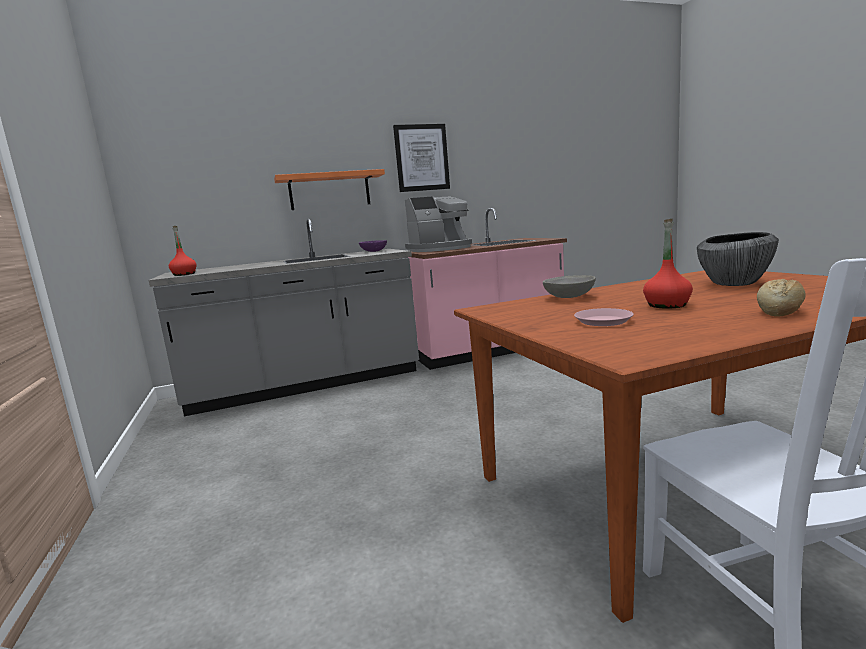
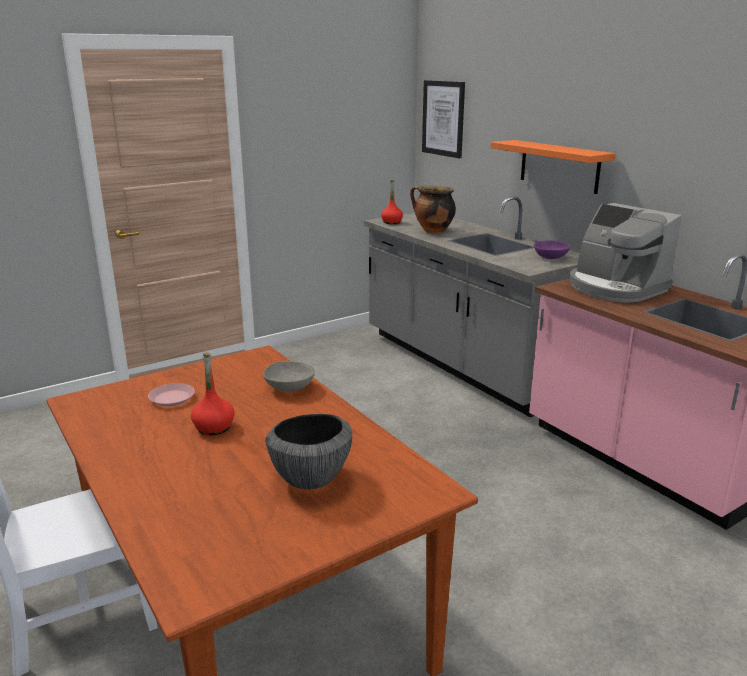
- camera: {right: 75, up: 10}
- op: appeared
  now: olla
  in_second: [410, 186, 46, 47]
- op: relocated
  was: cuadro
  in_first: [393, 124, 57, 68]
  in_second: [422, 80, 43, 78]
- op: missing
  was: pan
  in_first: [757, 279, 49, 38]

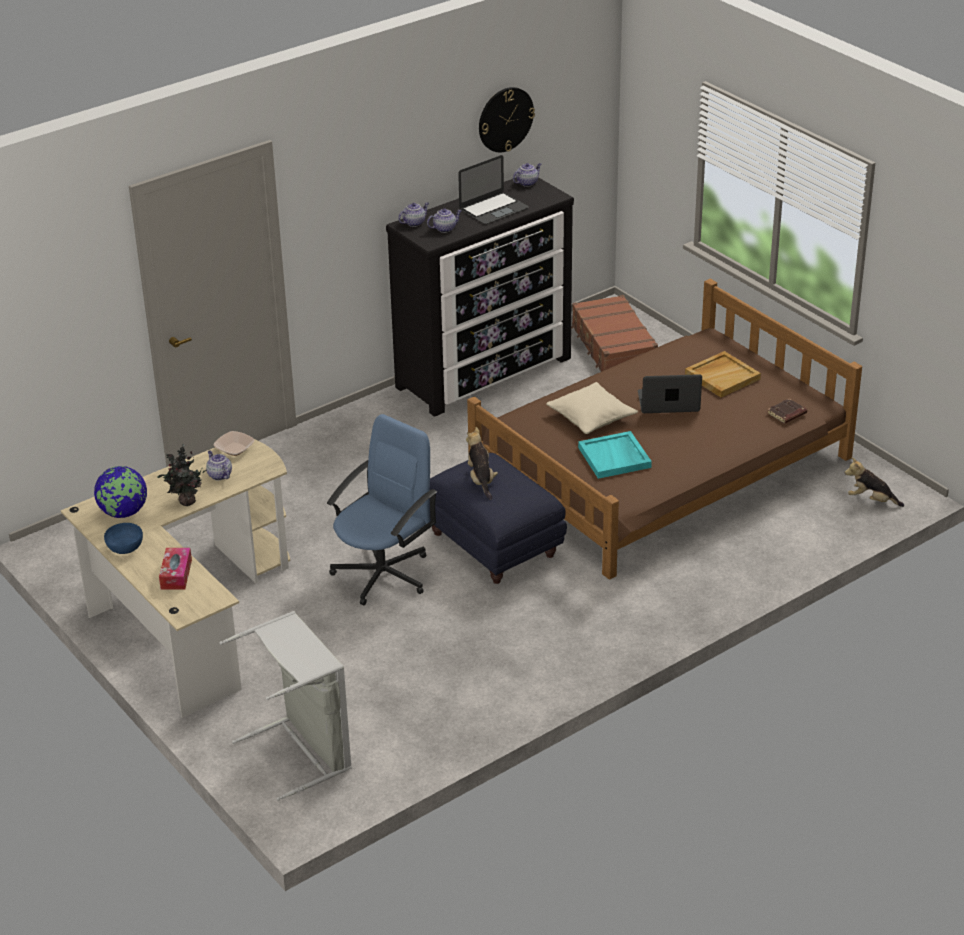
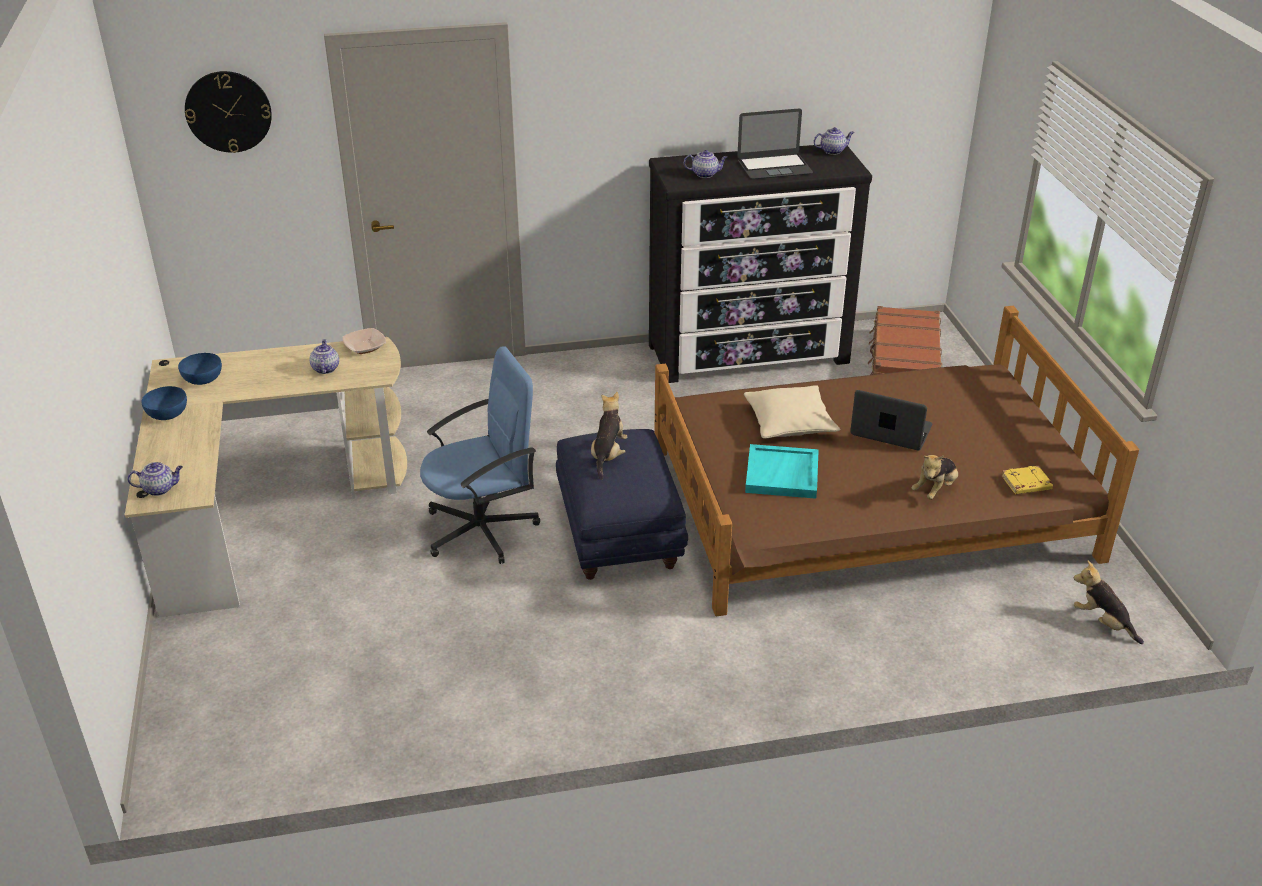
- camera: {right: 25, up: 0}
- op: relocated
  was: tetera
  in_first: [398, 202, 31, 25]
  in_second: [127, 462, 56, 34]
- op: exchanged
  was: globo terráqueo
  now: cuenco [azul]
  in_first: [94, 466, 53, 52]
  in_second: [178, 353, 44, 32]
- op: relocated
  was: reloj de pared
  in_first: [479, 87, 56, 65]
  in_second: [185, 71, 87, 82]
- op: appeared
  now: peluche
  in_second: [912, 455, 46, 45]
- op: colour
  was: libro [marrón]
  now: libro [amarillo]
  in_first: [767, 399, 40, 25]
  in_second: [1001, 466, 52, 28]
- op: missing
  was: planta en maceta
  in_first: [157, 444, 49, 62]
- op: missing
  was: caja de pañuelos
  in_first: [159, 548, 33, 41]
- op: missing
  was: cesto de la ropa [gris]
  in_first: [220, 611, 132, 190]
- op: missing
  was: bandeja [beis]
  in_first: [685, 351, 76, 46]

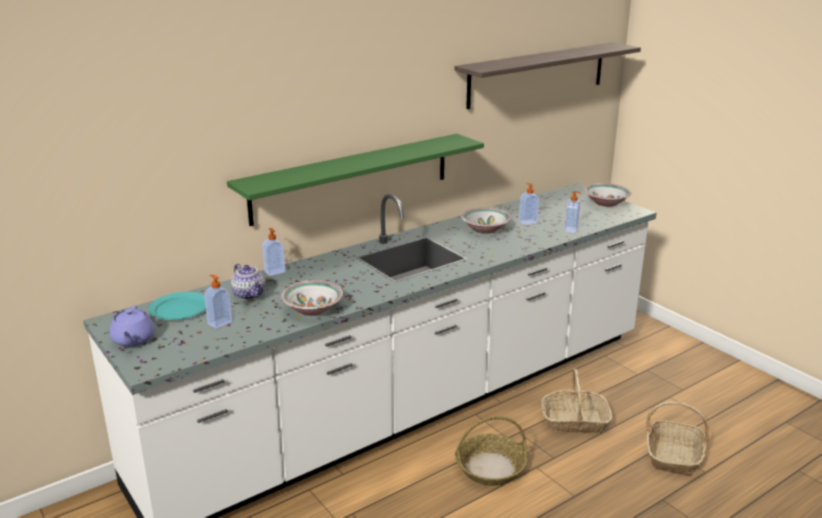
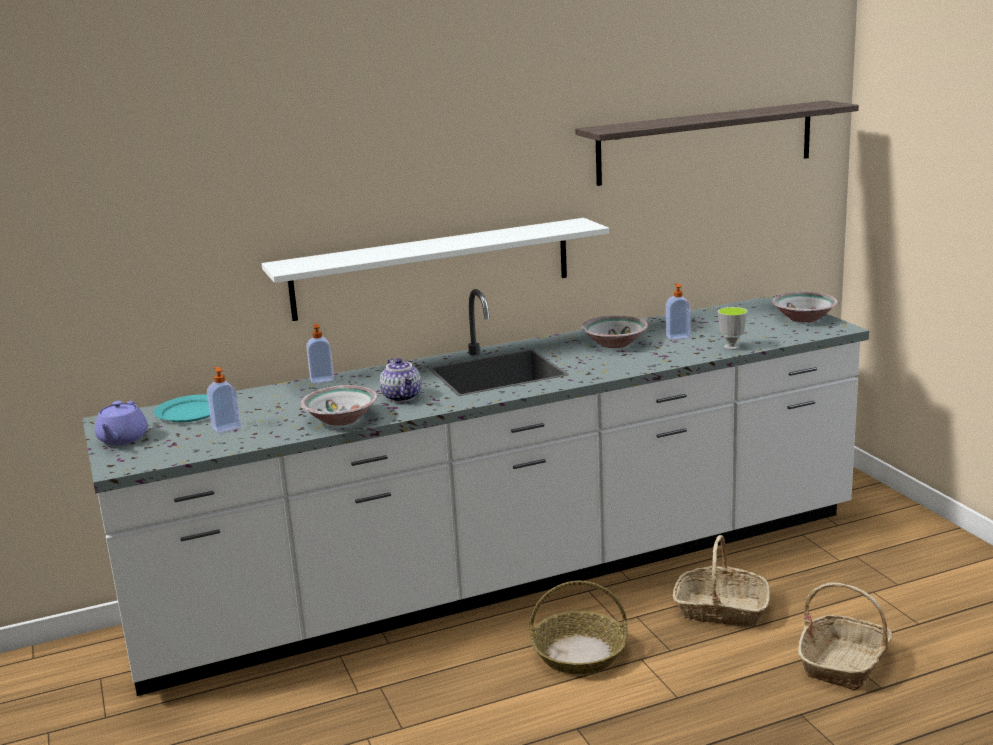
- camera: {right: 15, up: -5}
- op: colour
  was: estante [verde]
  now: estante [blanco]
  in_first: [227, 134, 257, 92]
  in_second: [262, 218, 347, 103]
- op: relocated
  was: tetera
  in_first: [231, 263, 34, 37]
  in_second: [379, 358, 42, 44]
- op: exchanged
  was: dispensador de jabón
  now: taza
  in_first: [565, 191, 17, 42]
  in_second: [718, 307, 29, 43]

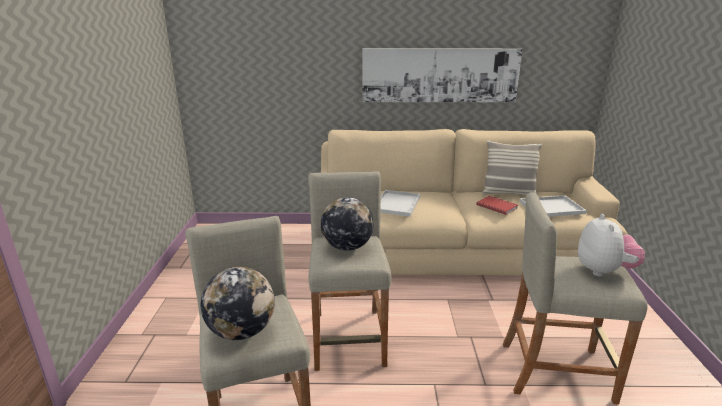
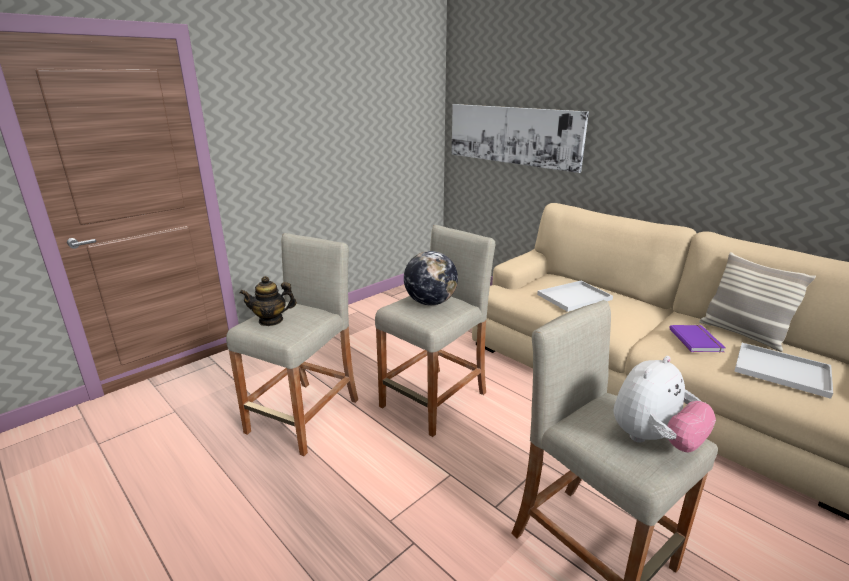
- camera: {right: 45, up: 0}
- op: exchanged
  was: globo terráqueo
  now: tetera
  in_first: [201, 267, 74, 73]
  in_second: [239, 276, 58, 50]
- op: relocated
  was: cuadro
  in_first: [362, 48, 161, 54]
  in_second: [452, 104, 137, 69]
- op: colour
  was: libro [rojo]
  now: libro [morado]
  in_first: [477, 196, 41, 19]
  in_second: [669, 325, 57, 27]

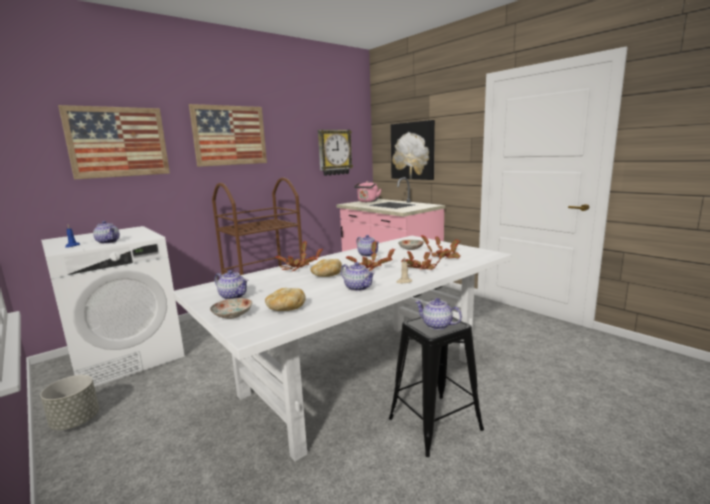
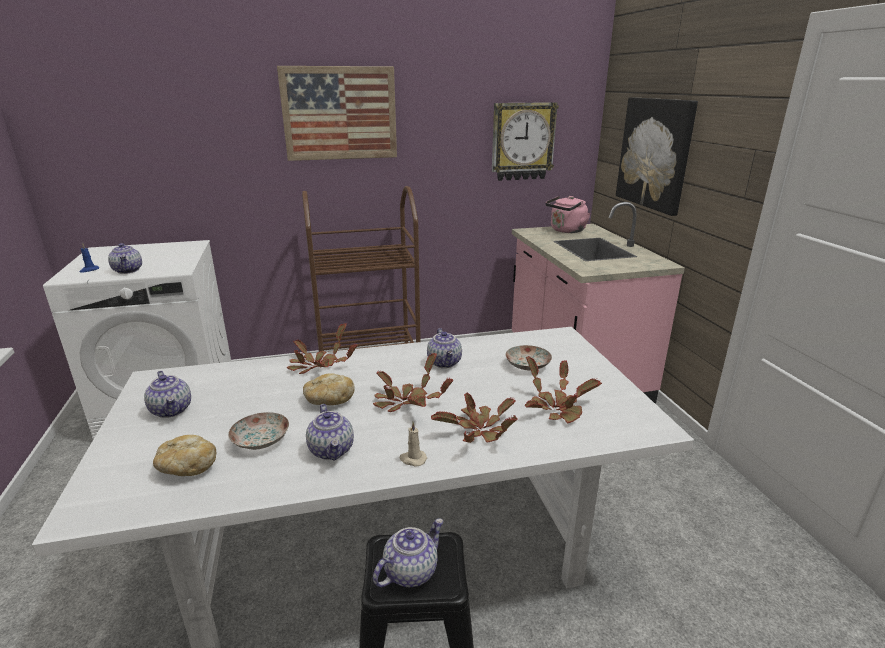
- camera: {right: 25, up: 10}
- op: relocated
  was: plato
  in_first: [210, 298, 43, 21]
  in_second: [228, 412, 61, 38]
- op: spun
  was: tetera
  in_first: [415, 298, 47, 32]
  in_second: [373, 518, 71, 69]
  clockwise: 75
- op: missing
  was: maceta [gris]
  in_first: [40, 375, 59, 55]
- op: missing
  was: cuadro
  in_first: [58, 105, 112, 74]

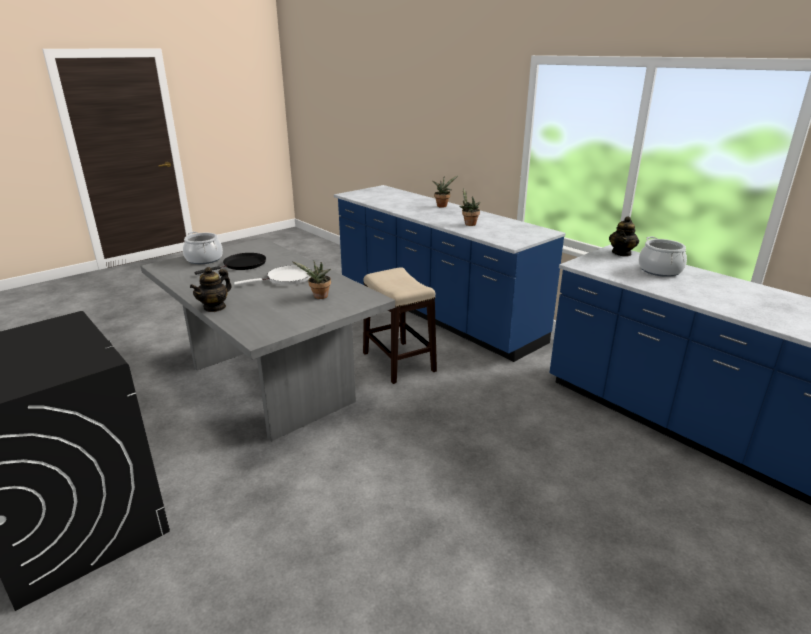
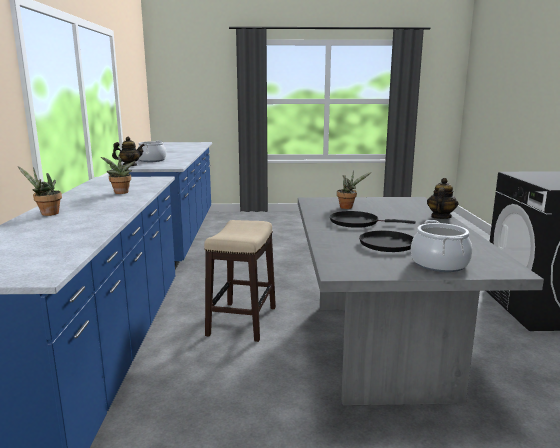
- camera: {right: -140, up: -10}
- op: colour
  was: sartén [blanco]
  now: sartén [negro]
  in_first: [234, 265, 78, 20]
  in_second: [330, 211, 85, 17]
- op: spun
  was: tetera
  in_first: [190, 267, 42, 45]
  in_second: [427, 178, 31, 41]
  clockwise: -45

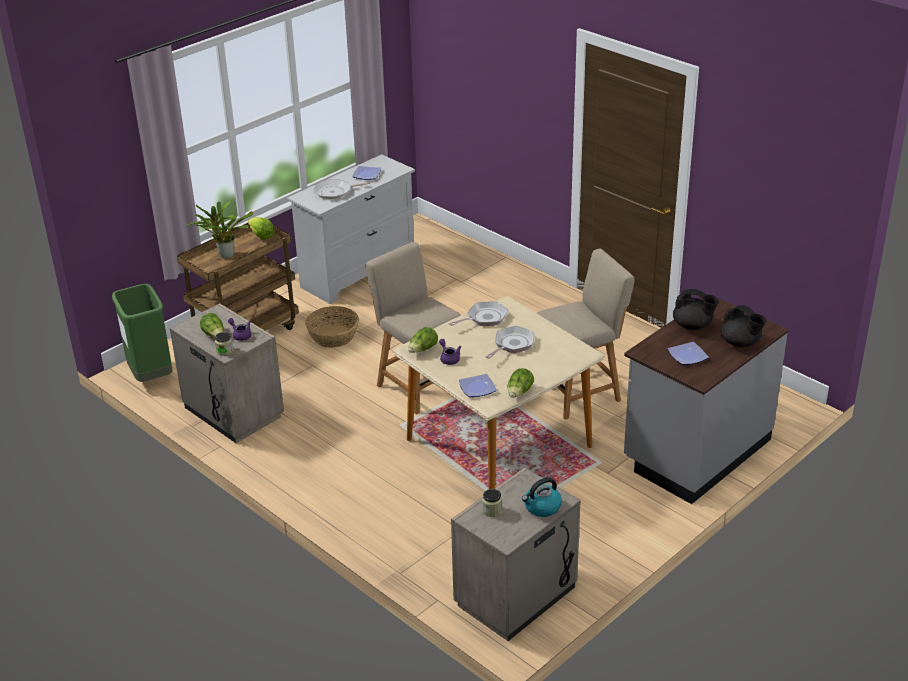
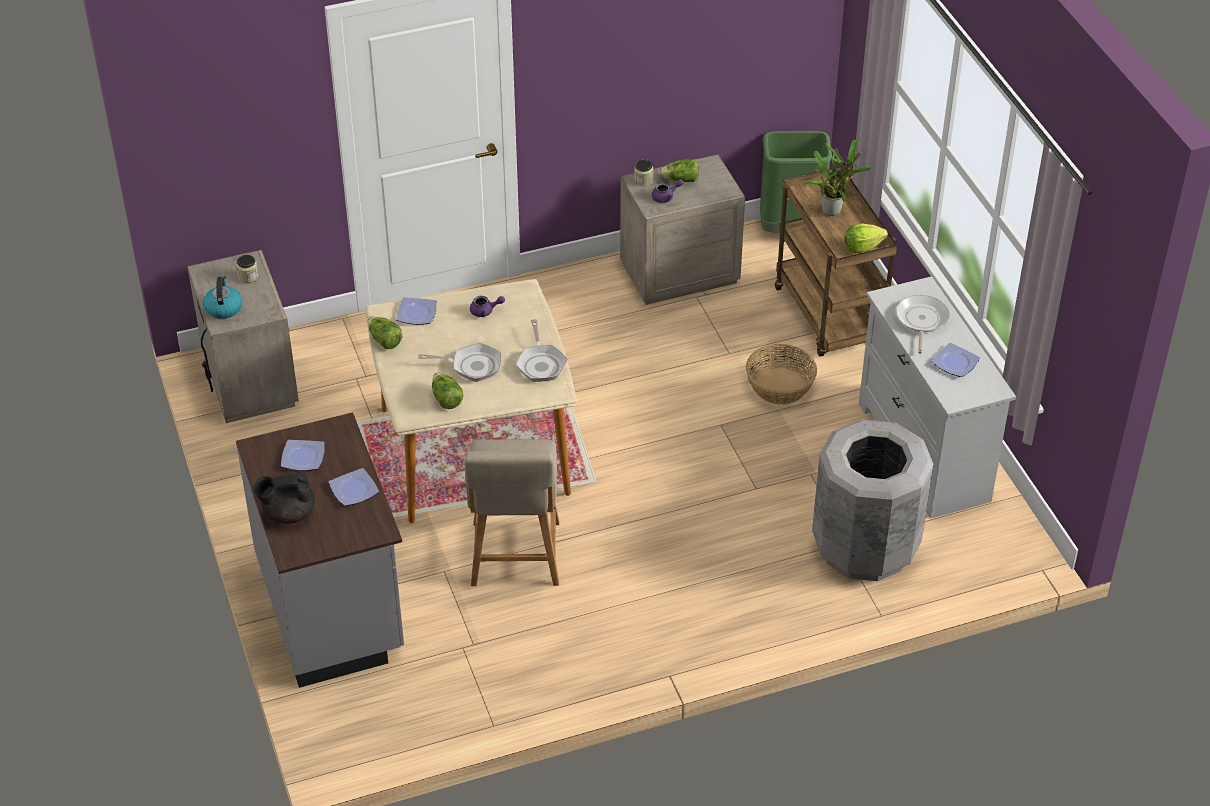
- camera: {right: 115, up: 10}
- op: exchanged
  was: tetera [negro]
  now: plato
  in_first: [673, 289, 46, 41]
  in_second: [329, 468, 50, 38]
- op: spun
  was: sartén
  in_first: [486, 326, 48, 33]
  in_second: [418, 343, 83, 39]
  clockwise: -60
- op: relocated
  was: lechuga
  in_first: [408, 327, 30, 26]
  in_second: [432, 373, 31, 36]
- op: appeared
  now: papelera [gris]
  in_second: [812, 419, 121, 162]
- op: missing
  was: silla [beis]
  in_first: [365, 242, 96, 172]

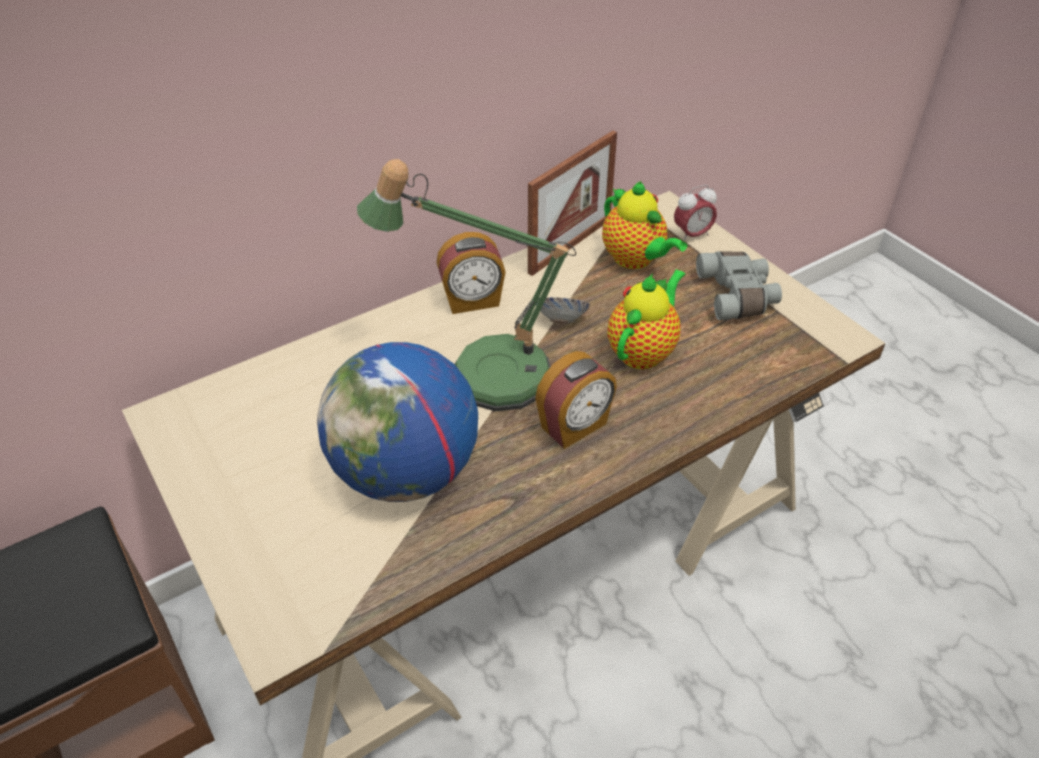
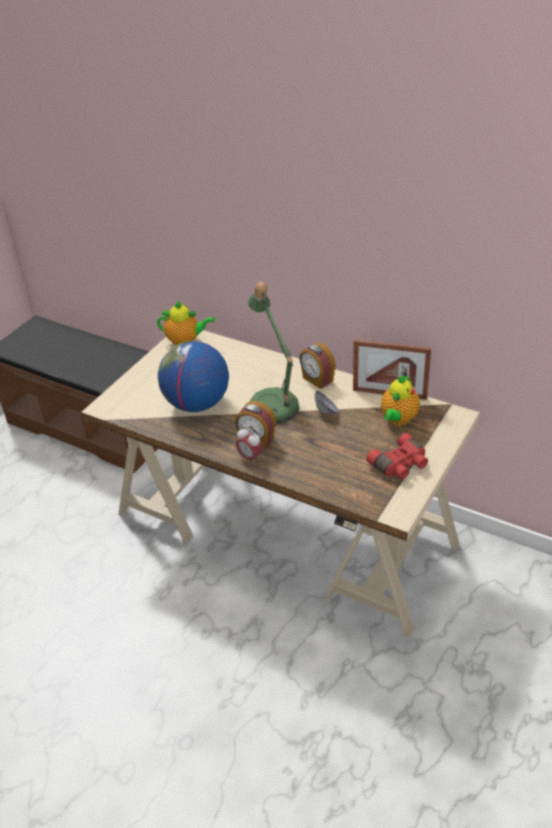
- camera: {right: 65, up: -5}
- op: relocated
  was: tetera
  in_first: [607, 269, 78, 100]
  in_second: [157, 301, 58, 44]
- op: relocated
  was: despertador
  in_first: [674, 185, 43, 57]
  in_second: [236, 428, 27, 36]
- op: colour
  was: prismáticos [gris]
  now: prismáticos [rojo]
  in_first: [696, 252, 86, 68]
  in_second: [366, 433, 62, 46]

